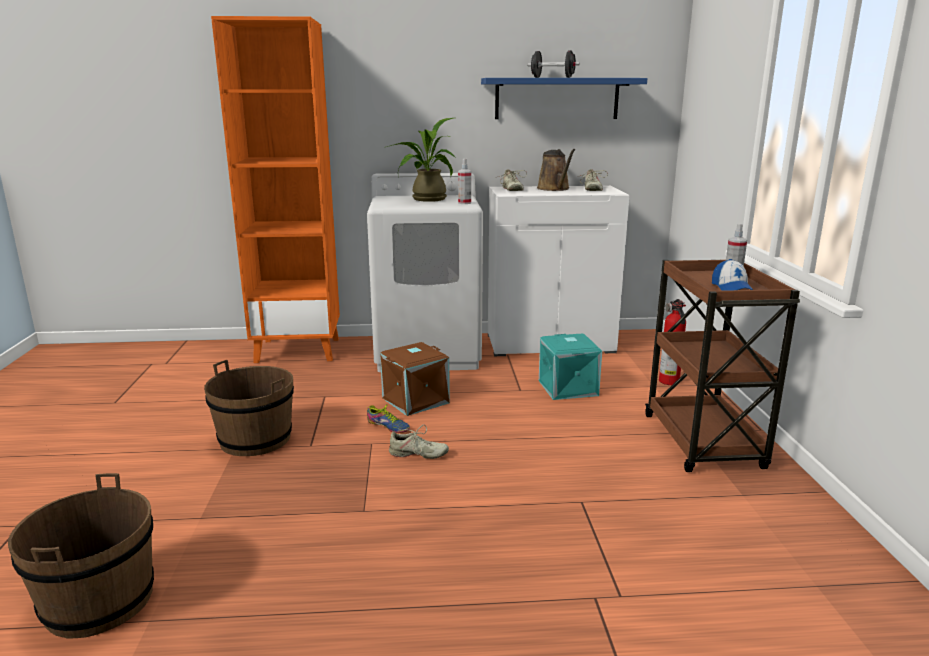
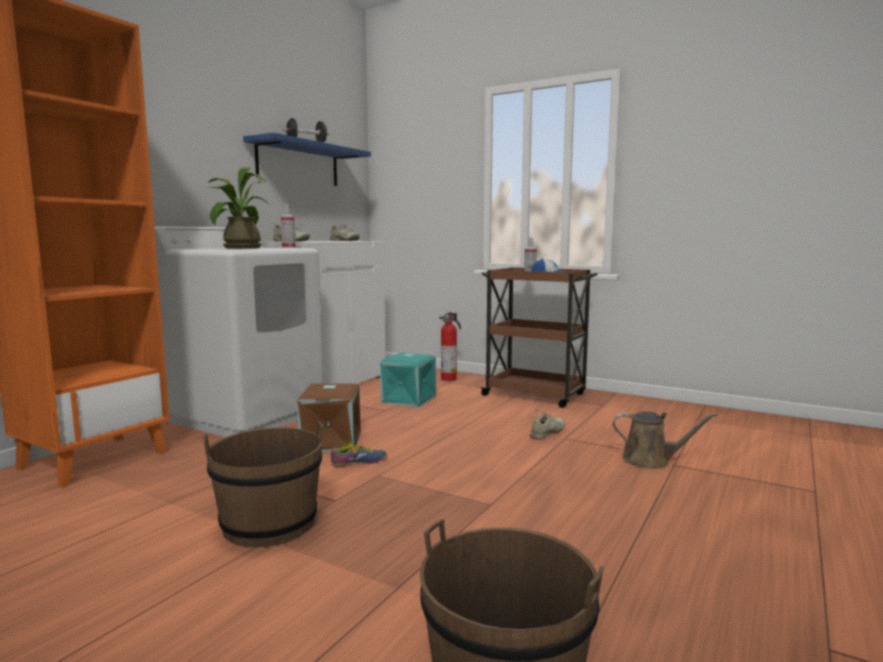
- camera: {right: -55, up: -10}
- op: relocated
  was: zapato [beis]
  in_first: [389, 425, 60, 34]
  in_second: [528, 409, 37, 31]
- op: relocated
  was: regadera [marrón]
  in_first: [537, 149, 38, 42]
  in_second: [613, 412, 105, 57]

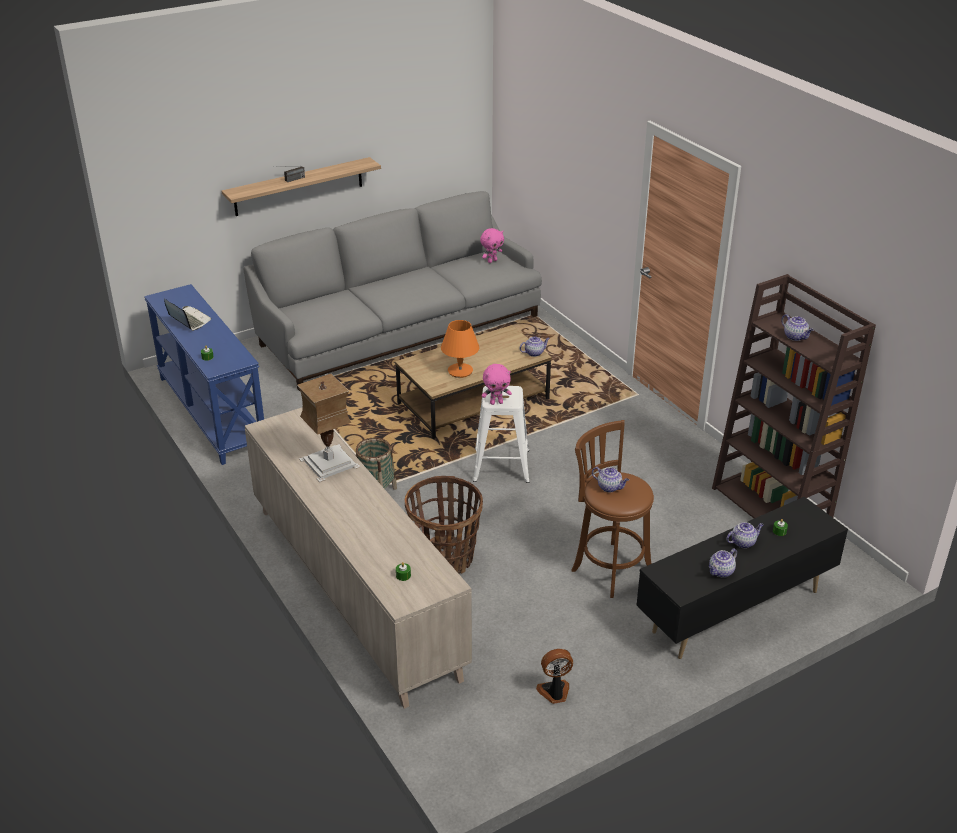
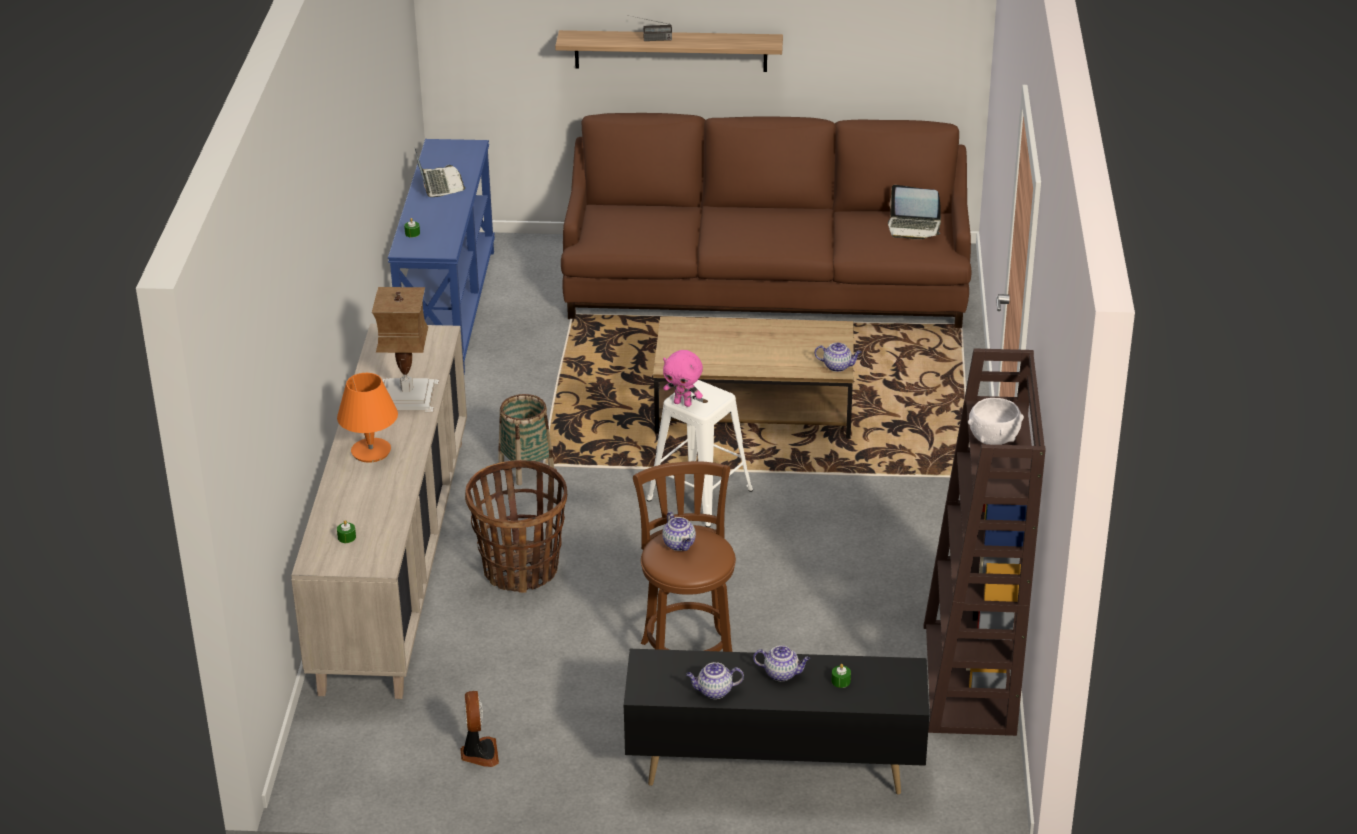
- camera: {right: 35, up: 0}
- op: relocated
  was: lámpara de mesa [naranja]
  in_first: [441, 320, 38, 58]
  in_second: [337, 373, 61, 90]
- op: spun
  was: ventilador
  in_first: [536, 649, 37, 55]
  in_second: [460, 691, 39, 76]
  clockwise: 60
- op: colour
  was: sofá [gris]
  now: sofá [marrón]
  in_first: [244, 191, 298, 200]
  in_second: [561, 113, 410, 215]
- op: exchanged
  was: peluche [rosa]
  now: portátil
  in_first: [480, 228, 24, 35]
  in_second: [888, 185, 53, 54]
- op: exchanged
  was: tetera
  now: cuenco [blanco]
  in_first: [781, 314, 32, 27]
  in_second: [968, 398, 56, 47]

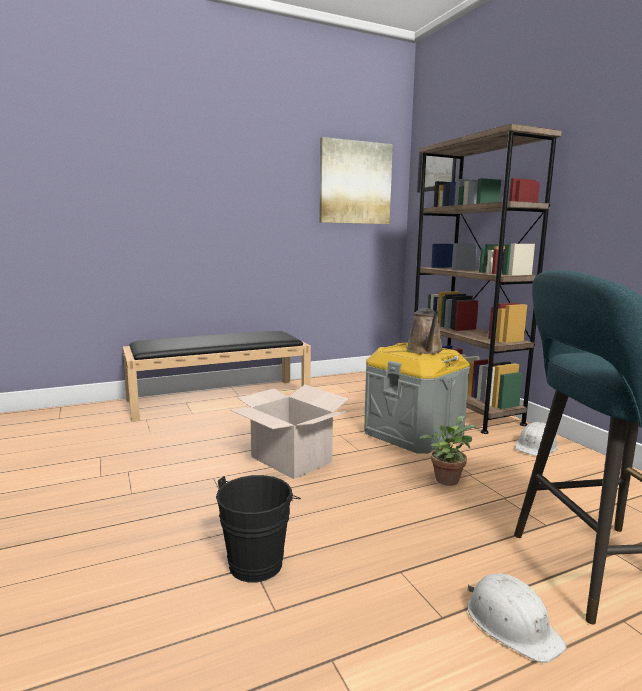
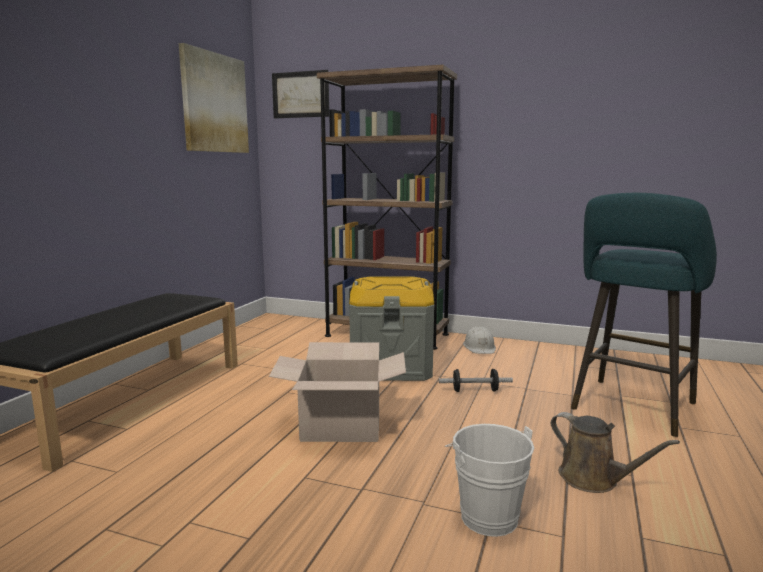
- camera: {right: -45, up: 0}
- op: exchanged
  was: planta en maceta
  now: mancuerna
  in_first: [419, 416, 57, 70]
  in_second: [439, 369, 74, 23]
- op: colour
  was: cubo [negro]
  now: cubo [blanco]
  in_first: [216, 475, 85, 108]
  in_second: [445, 424, 89, 113]
- op: relocated
  was: regadera [marrón]
  in_first: [406, 308, 37, 46]
  in_second: [551, 412, 129, 81]
- op: missing
  was: casco [blanco]
  in_first: [467, 573, 100, 90]

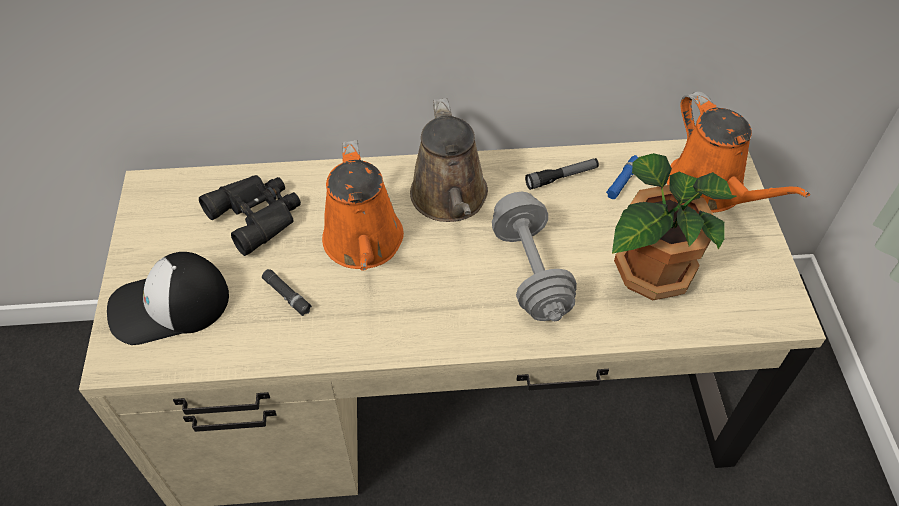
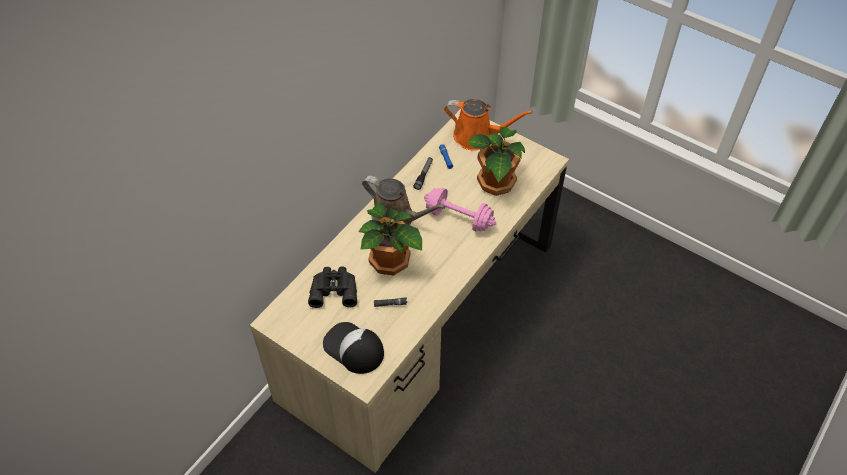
- camera: {right: -50, up: 0}
- op: spun
  was: gorra
  in_first: [107, 252, 122, 93]
  in_second: [323, 322, 61, 52]
  clockwise: 105
- op: exchanged
  was: regadera [naranja]
  now: planta en maceta
  in_first: [322, 140, 82, 131]
  in_second: [358, 204, 64, 72]
- op: colour
  was: mancuerna [gris]
  now: mancuerna [rosa]
  in_first: [492, 192, 85, 129]
  in_second: [424, 188, 72, 44]

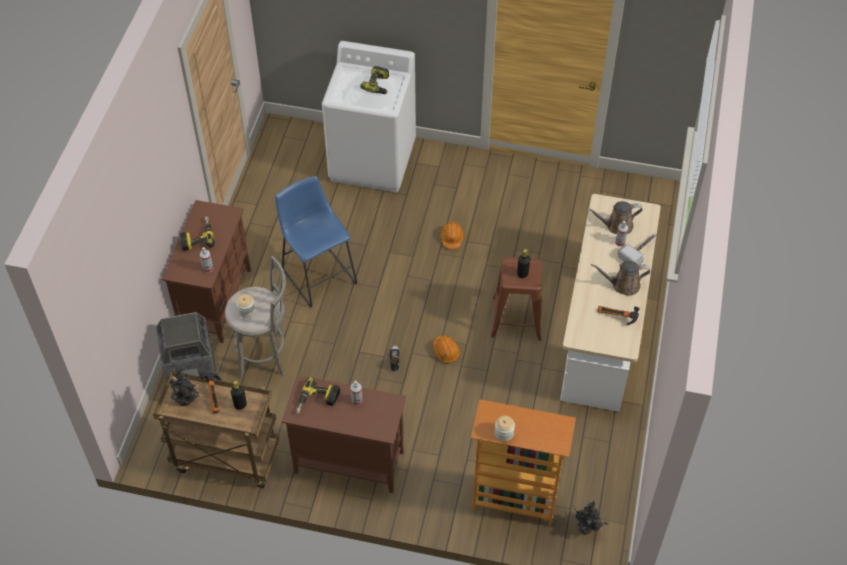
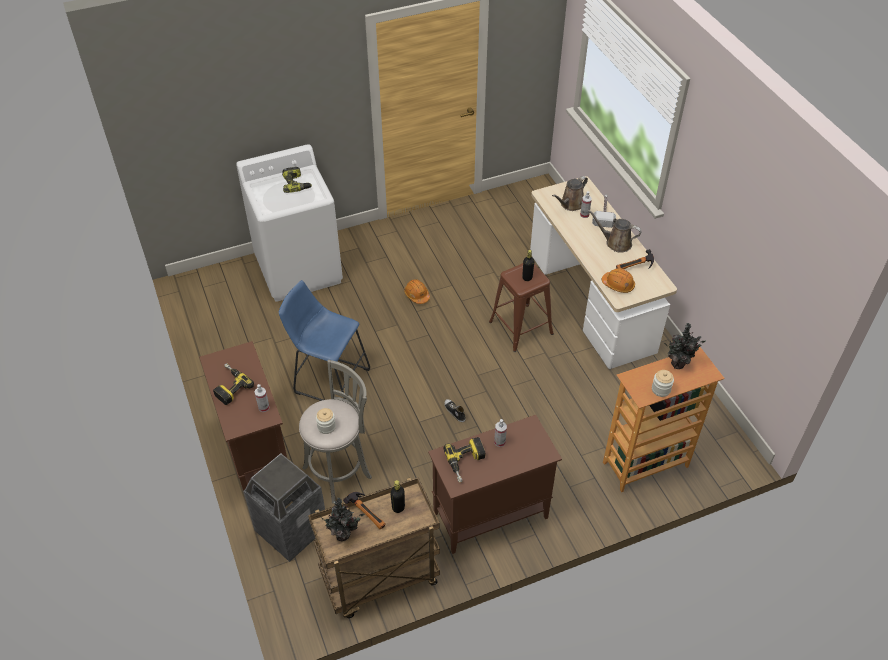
- camera: {right: -35, up: -5}
- op: spun
  was: regadera [marrón]
  in_first: [591, 261, 59, 35]
  in_second: [588, 210, 54, 43]
  clockwise: 60
- op: relocated
  was: casco [naranja]
  in_first: [433, 336, 27, 27]
  in_second: [602, 268, 33, 25]
- op: relocated
  was: planta en maceta
  in_first: [571, 500, 38, 34]
  in_second: [664, 323, 42, 46]

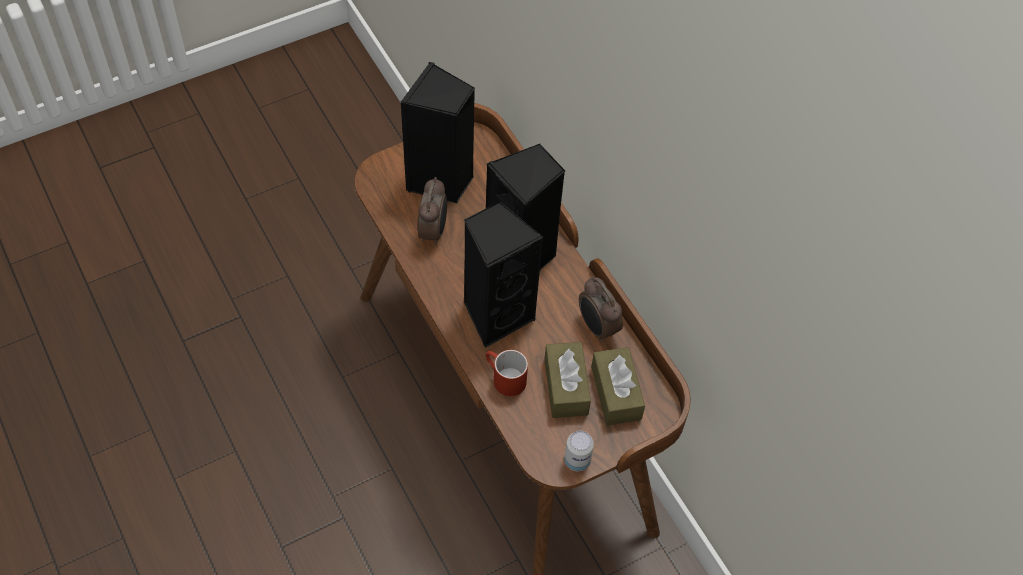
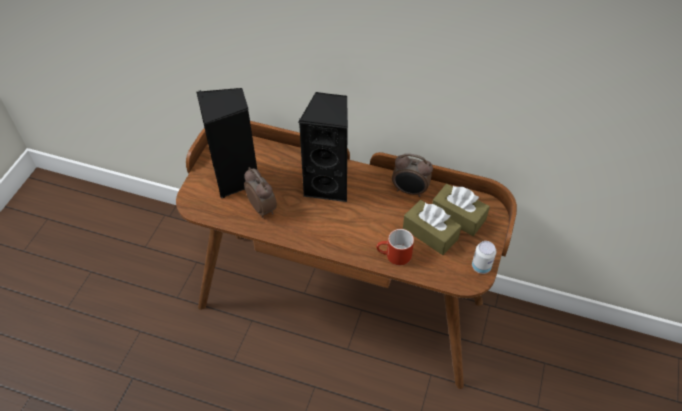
- camera: {right: -40, up: -5}
- op: missing
  was: altavoz [negro]
  in_first: [464, 201, 80, 147]

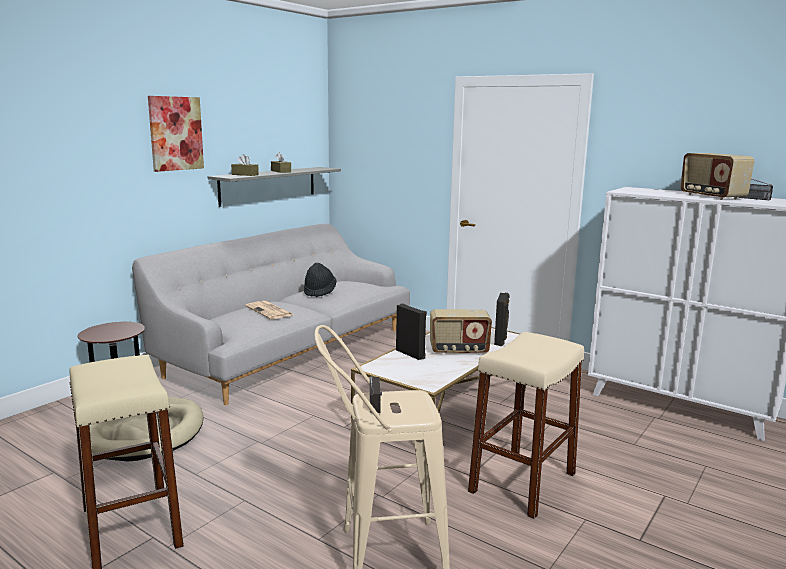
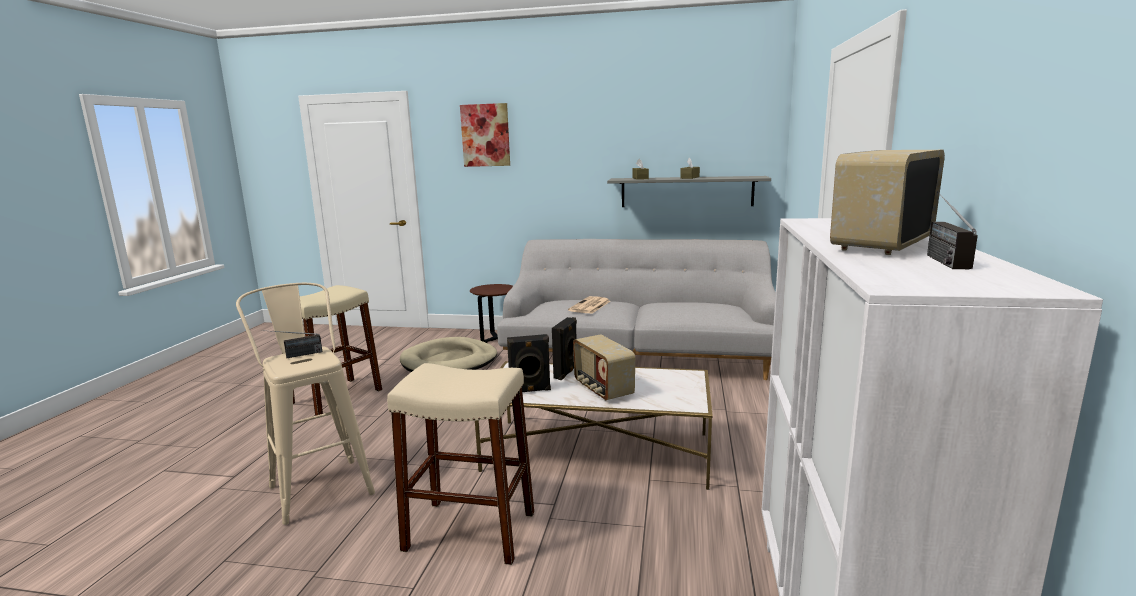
- camera: {right: 65, up: 0}
- op: relocated
  was: cuadro
  in_first: [148, 96, 56, 76]
  in_second: [460, 103, 50, 64]
- op: relocated
  was: altavoz [negro]
  in_first: [494, 293, 16, 53]
  in_second: [507, 334, 44, 58]
- op: missing
  was: sombrero [negro]
  in_first: [304, 263, 33, 34]

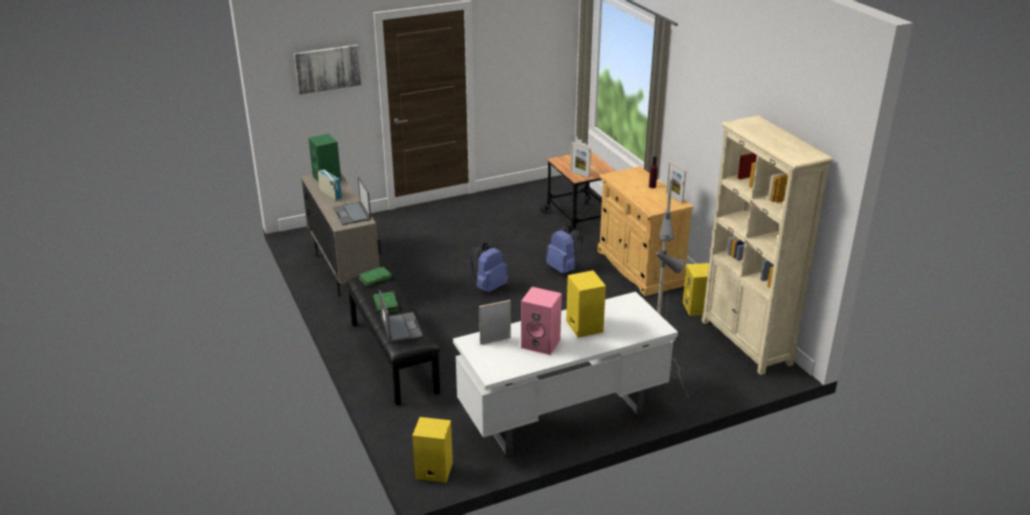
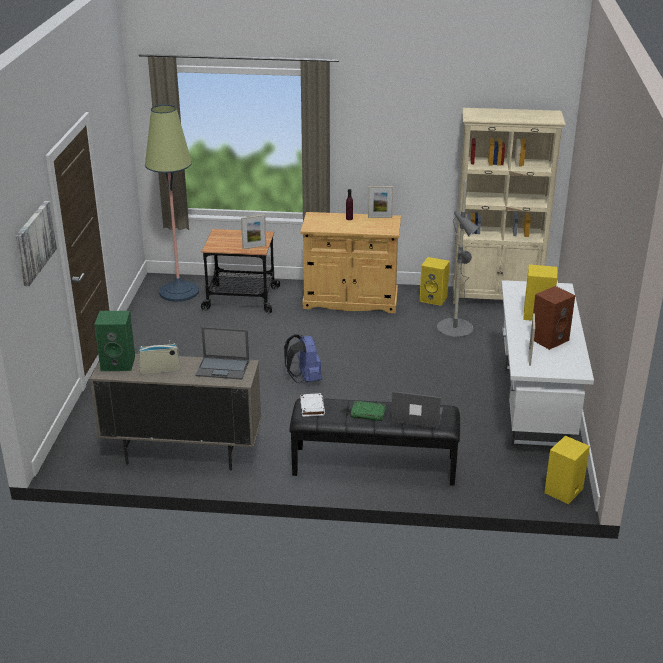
- camera: {right: -60, up: 0}
- op: appeared
  now: lámpara de pie
  in_second: [145, 105, 54, 197]
- op: colour
  was: libro [verde]
  now: libro [blanco]
  in_first: [358, 266, 34, 21]
  in_second: [300, 393, 25, 24]
- op: colour
  was: altavoz [rosa]
  now: altavoz [marrón]
  in_first: [521, 287, 41, 68]
  in_second: [533, 286, 42, 64]
- op: missing
  was: mochila [azul]
  in_first: [546, 225, 37, 49]

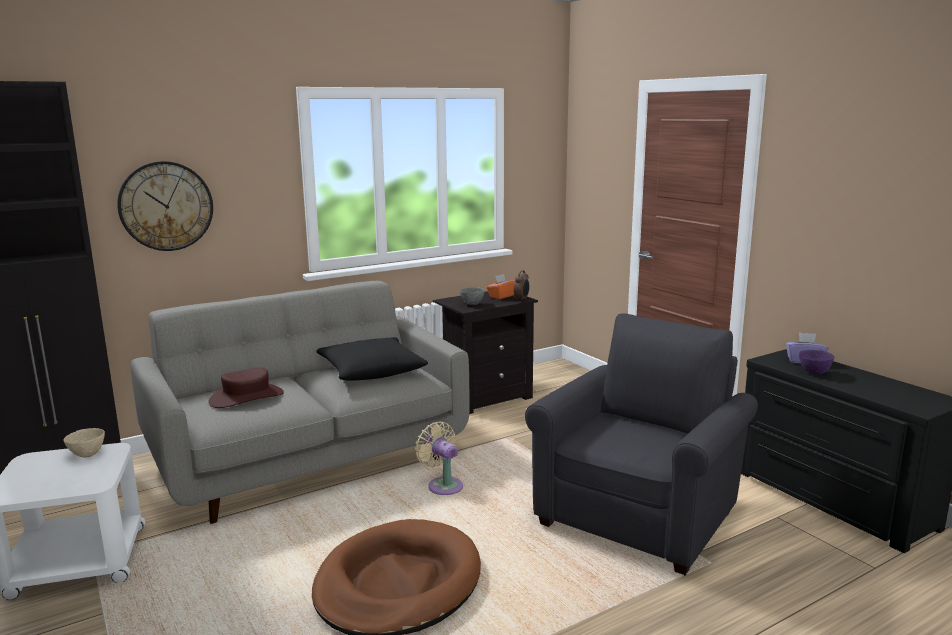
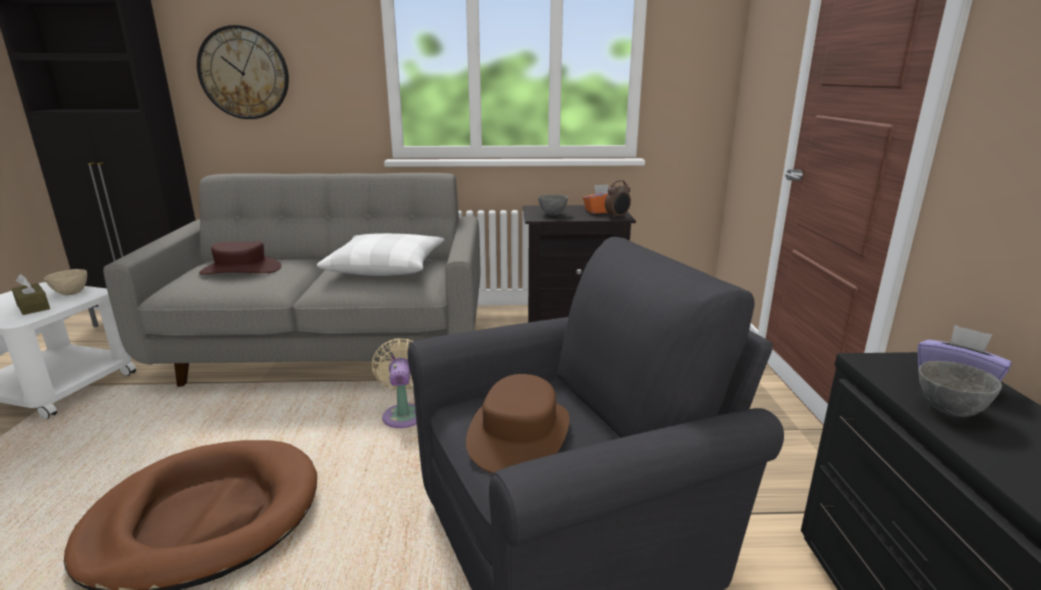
- camera: {right: 30, up: 5}
- op: appeared
  now: caja de pañuelos [marrón]
  in_second: [12, 274, 38, 41]
- op: colour
  was: cojín [negro]
  now: cojín [blanco]
  in_first: [317, 337, 111, 44]
  in_second: [317, 233, 127, 43]
- op: appeared
  now: sombrero [marrón]
  in_second: [466, 374, 104, 99]
- op: colour
  was: cuenco [morado]
  now: cuenco [gris]
  in_first: [799, 350, 35, 25]
  in_second: [919, 361, 83, 57]

